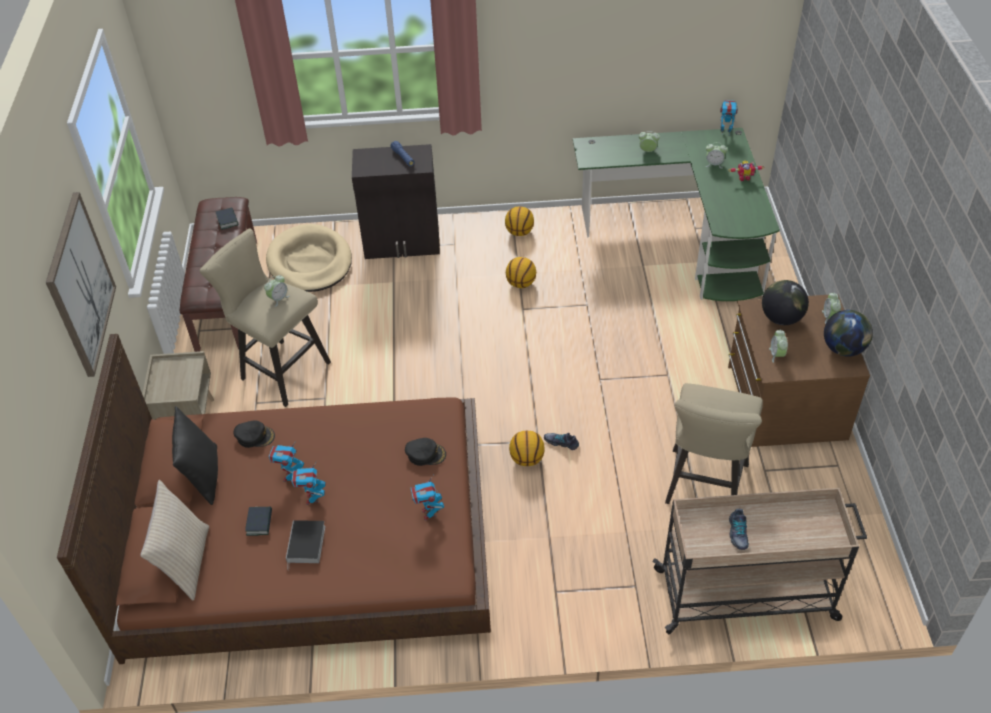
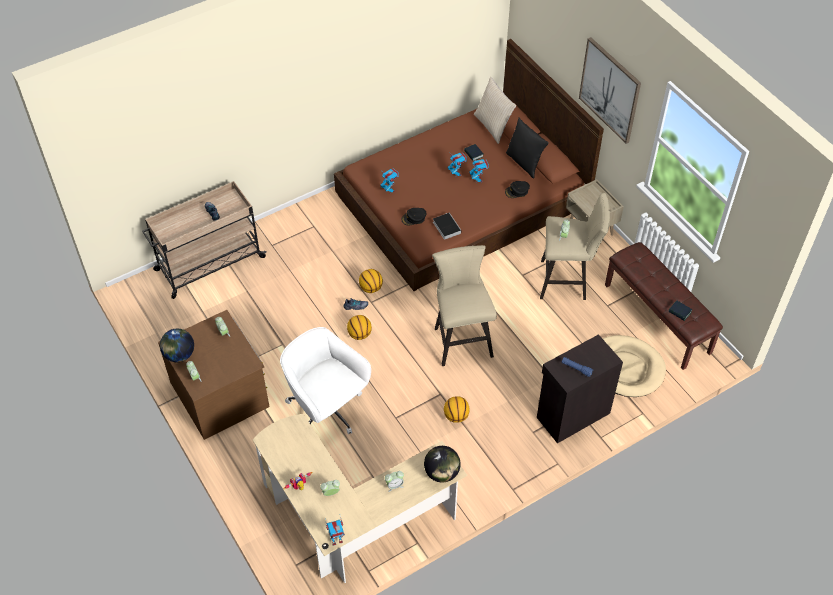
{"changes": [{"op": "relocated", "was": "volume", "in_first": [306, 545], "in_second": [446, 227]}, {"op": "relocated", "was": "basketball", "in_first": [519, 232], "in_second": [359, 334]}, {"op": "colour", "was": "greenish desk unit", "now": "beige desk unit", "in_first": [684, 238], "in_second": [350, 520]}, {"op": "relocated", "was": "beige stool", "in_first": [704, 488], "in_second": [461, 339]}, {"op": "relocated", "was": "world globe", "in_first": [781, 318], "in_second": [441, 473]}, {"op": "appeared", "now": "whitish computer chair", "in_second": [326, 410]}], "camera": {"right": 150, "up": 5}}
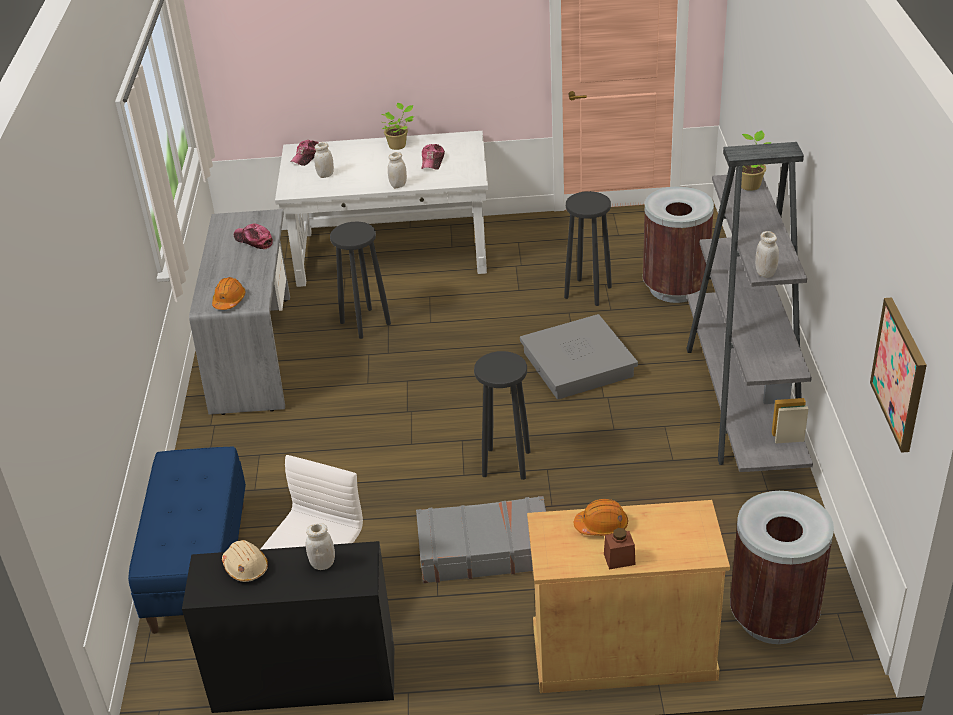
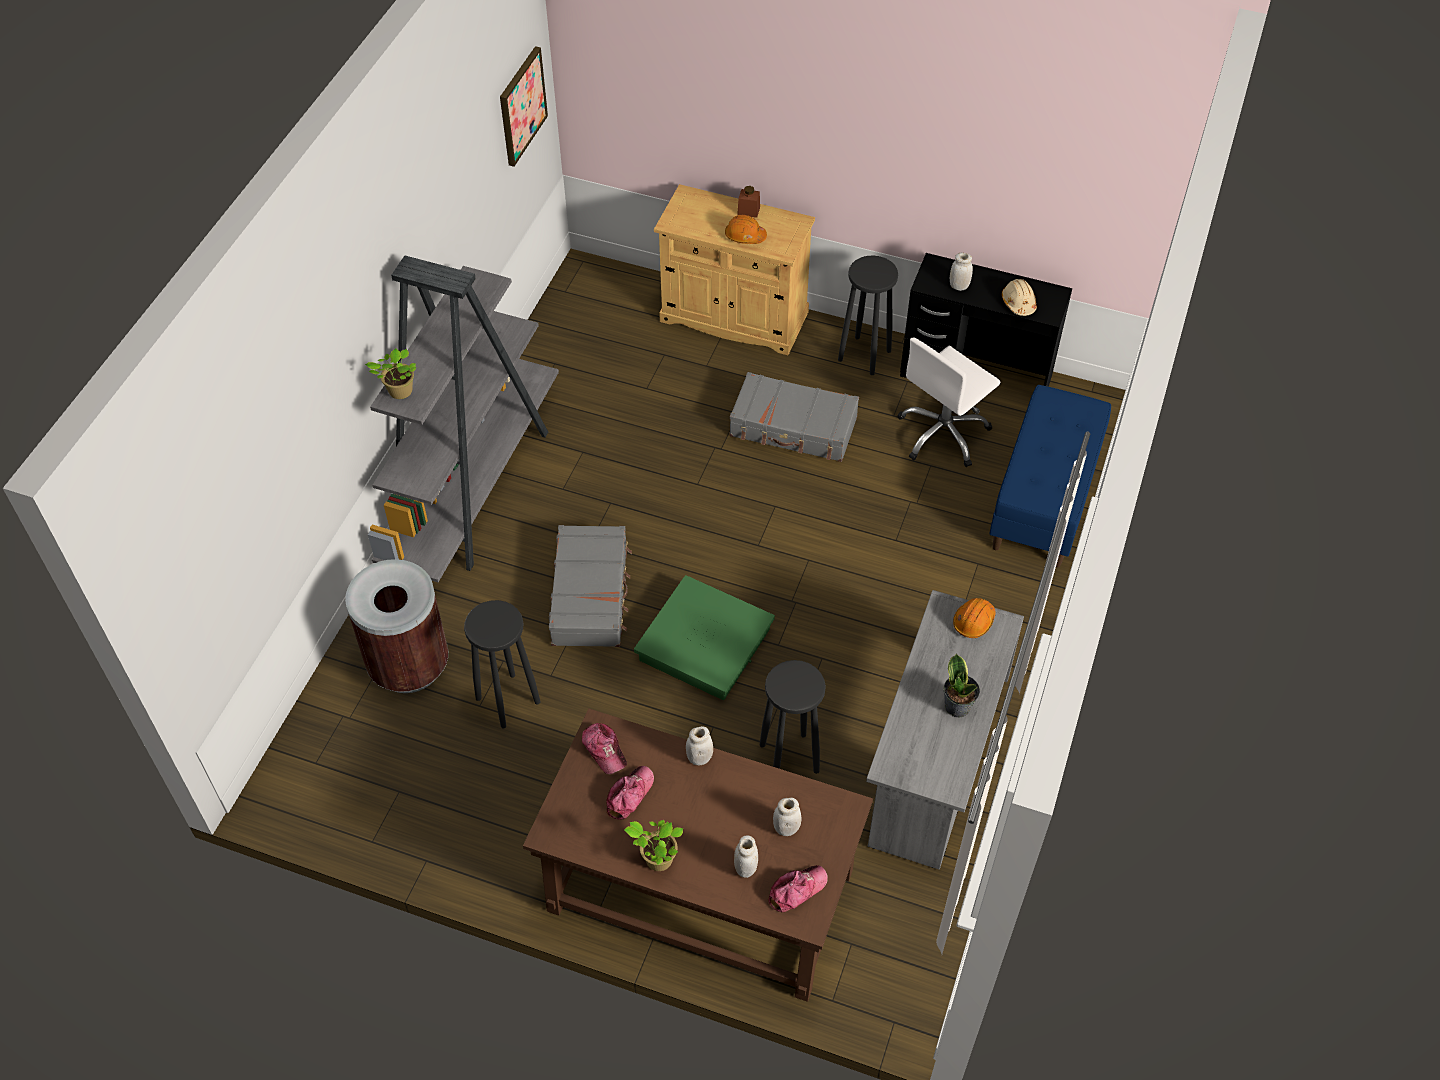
{"changes": [{"op": "relocated", "was": "peaked cap", "in_first": [254, 240], "in_second": [604, 750]}, {"op": "colour", "was": "whitish desk unit", "now": "brown-coloured desk unit", "in_first": [392, 251], "in_second": [700, 891]}, {"op": "relocated", "was": "black stool", "in_first": [505, 463], "in_second": [865, 356]}, {"op": "exchanged", "was": "greyish storage box", "now": "greyish suitcase", "in_first": [578, 364], "in_second": [591, 594]}, {"op": "missing", "was": "brown-coloured rubbish bin", "in_first": [774, 616]}, {"op": "relocated", "was": "whitish jar", "in_first": [765, 273], "in_second": [745, 868]}, {"op": "appeared", "now": "greenish storage box", "in_second": [705, 644]}, {"op": "appeared", "now": "houseplant", "in_second": [958, 706]}], "camera": {"right": -160, "up": 15}}
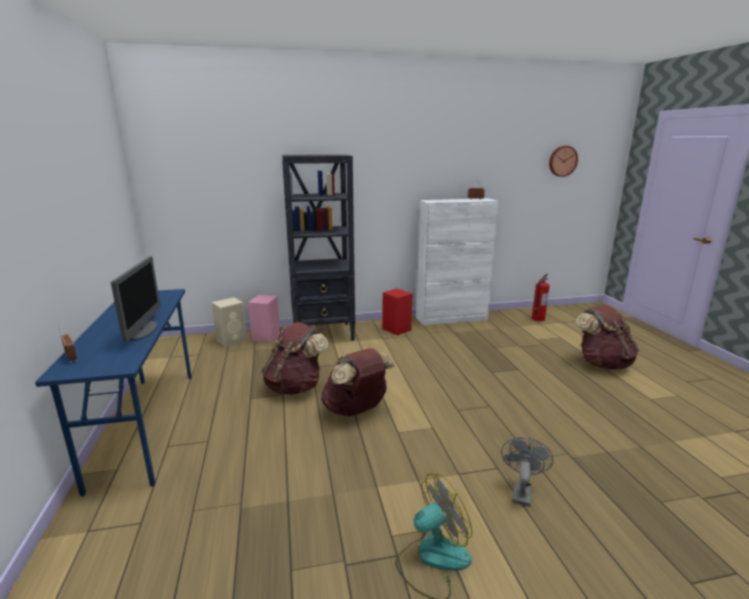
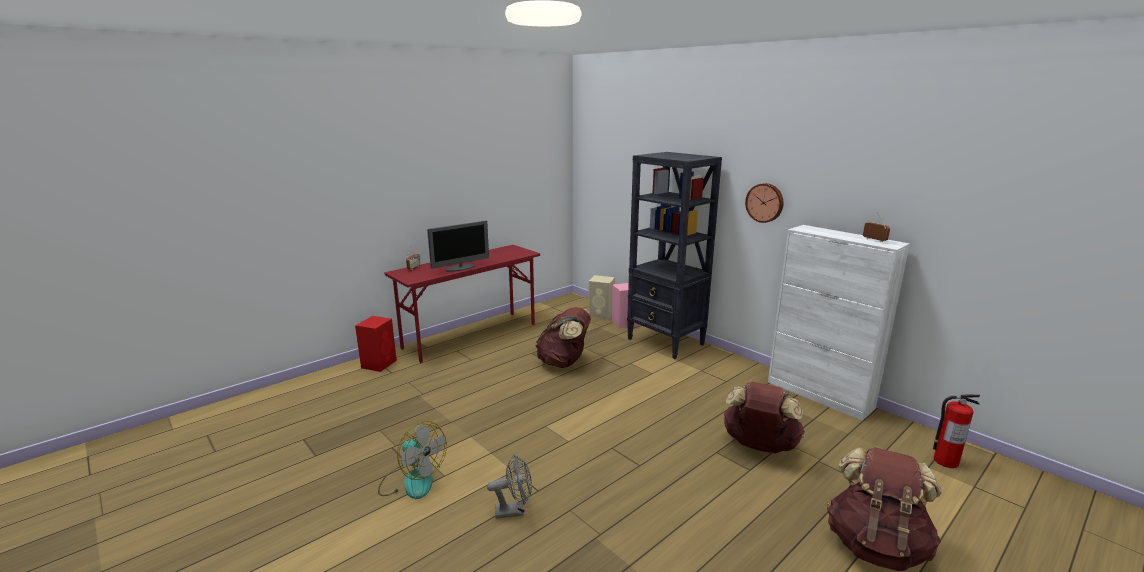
{"changes": [{"op": "colour", "was": "blue desk unit", "now": "reddish desk unit", "in_first": [146, 425], "in_second": [471, 336]}, {"op": "relocated", "was": "brown-coloured rucksack", "in_first": [356, 410], "in_second": [759, 446]}, {"op": "relocated", "was": "reddish speaker", "in_first": [396, 329], "in_second": [379, 363]}, {"op": "relocated", "was": "wall clock", "in_first": [562, 161], "in_second": [765, 202]}], "camera": {"right": 60, "up": 0}}
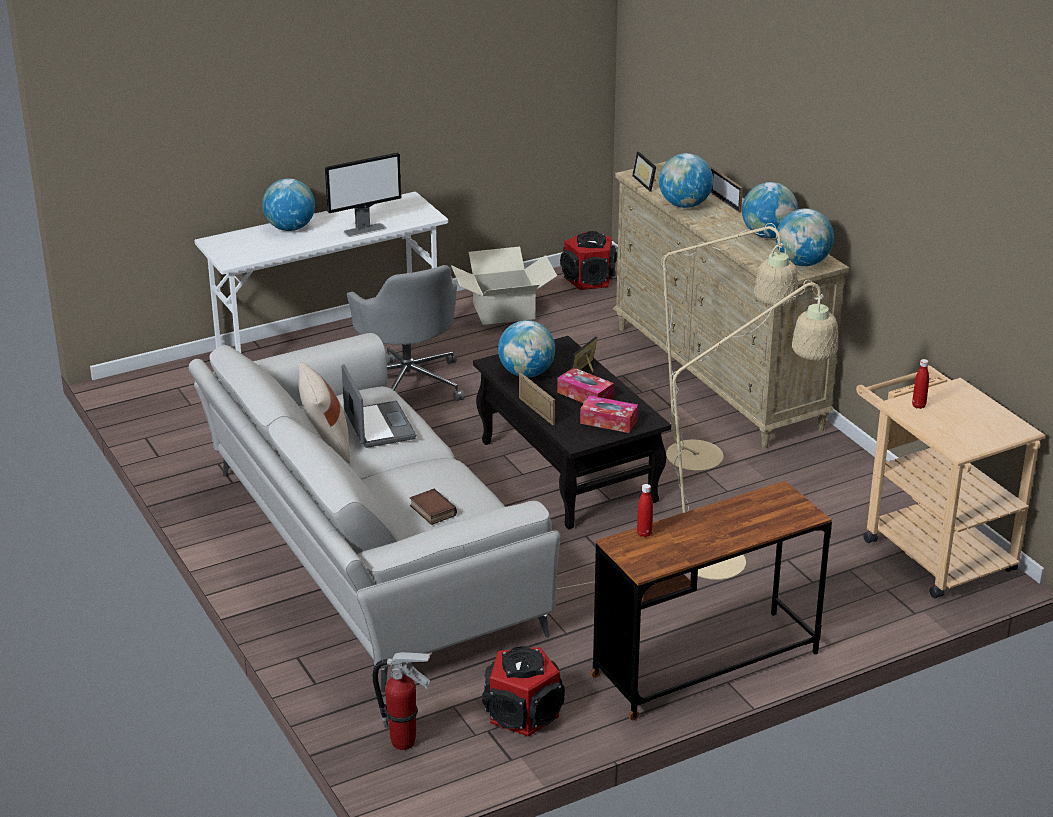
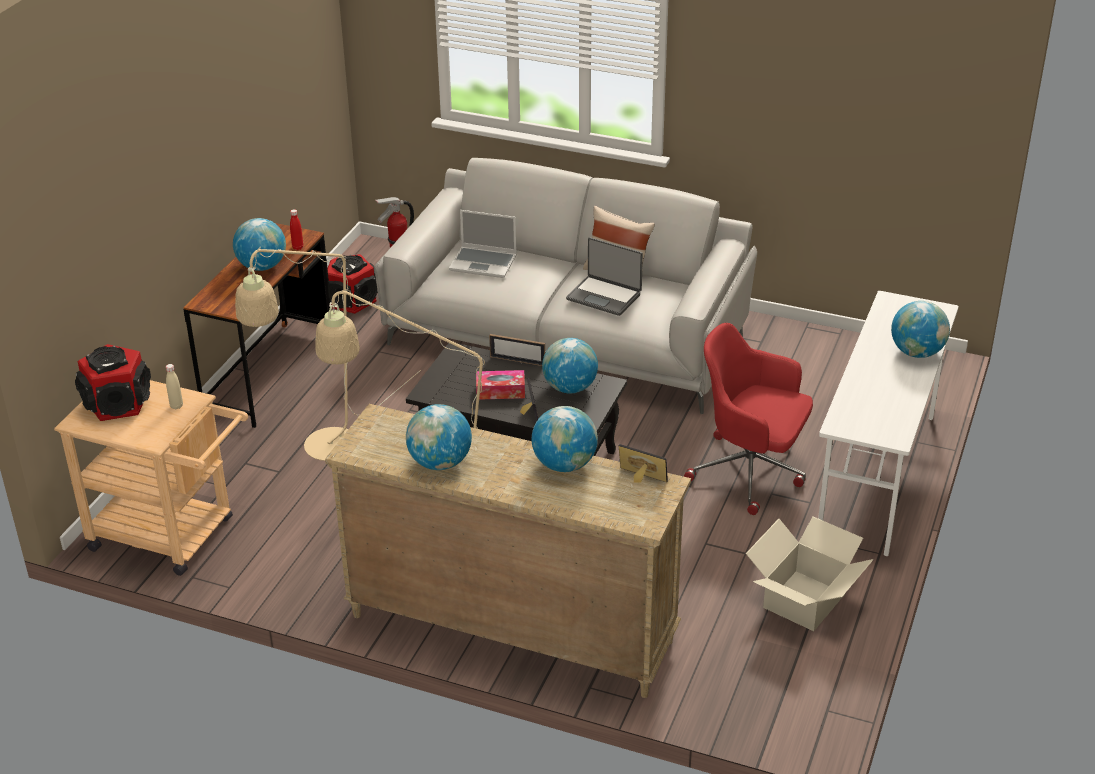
{"changes": [{"op": "missing", "was": "computer display", "in_first": [365, 230]}, {"op": "colour", "was": "greyish computer chair", "now": "reddish computer chair", "in_first": [408, 383], "in_second": [750, 472]}, {"op": "exchanged", "was": "volume", "now": "notebook computer", "in_first": [431, 510], "in_second": [484, 263]}, {"op": "relocated", "was": "speaker", "in_first": [588, 279], "in_second": [118, 404]}, {"op": "missing", "was": "tissue holder", "in_first": [608, 421]}, {"op": "missing", "was": "picture frame", "in_first": [724, 201]}, {"op": "relocated", "was": "world globe", "in_first": [802, 263], "in_second": [262, 266]}, {"op": "colour", "was": "reddish beverage bottle", "now": "beige beverage bottle", "in_first": [918, 406], "in_second": [176, 406]}], "camera": {"right": 140, "up": 5}}
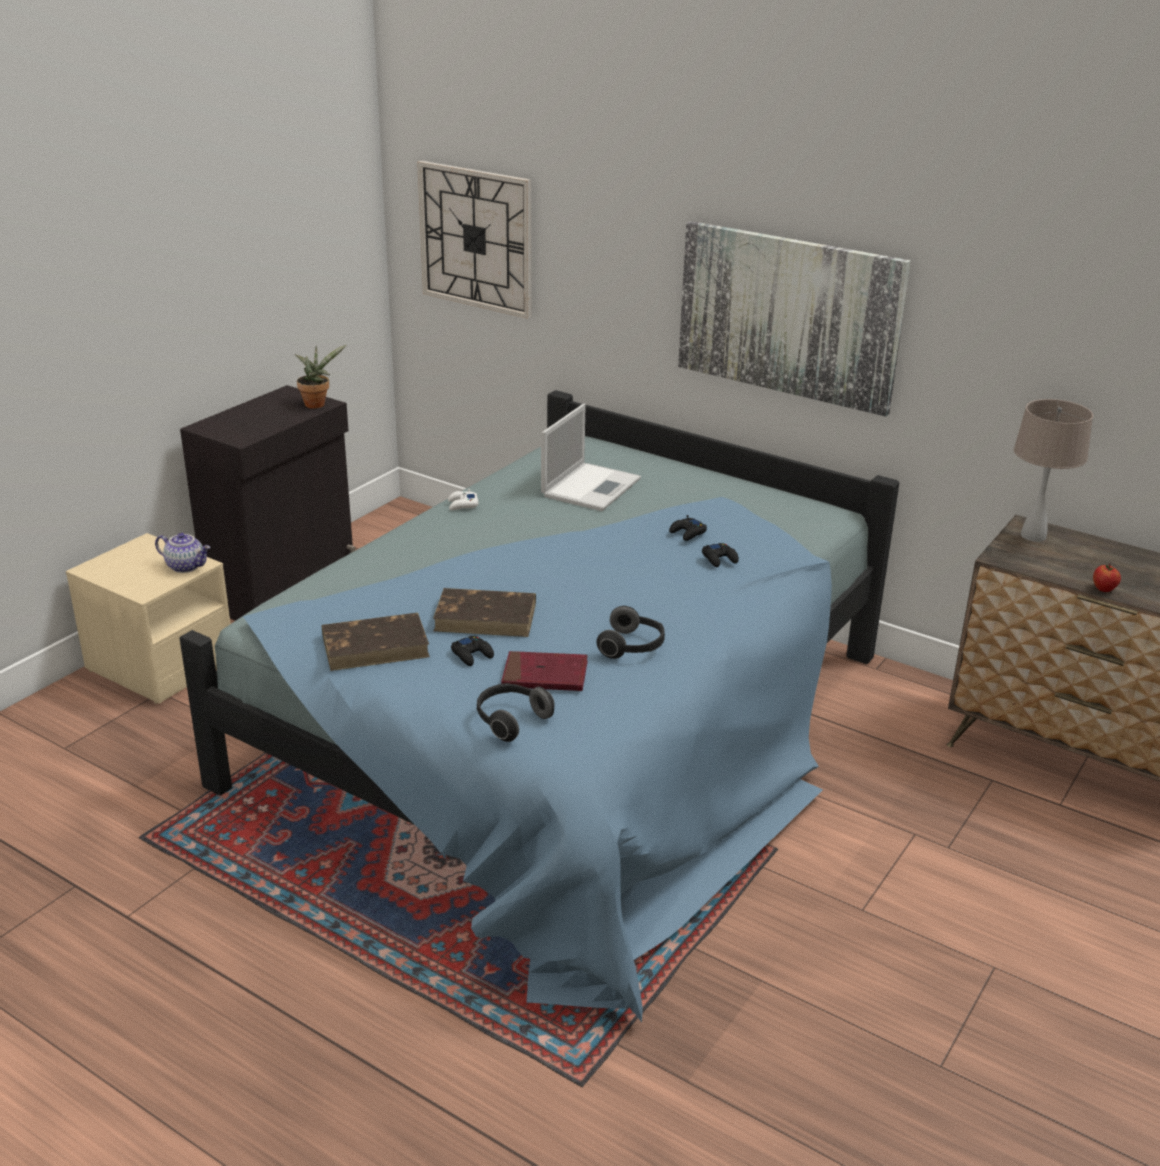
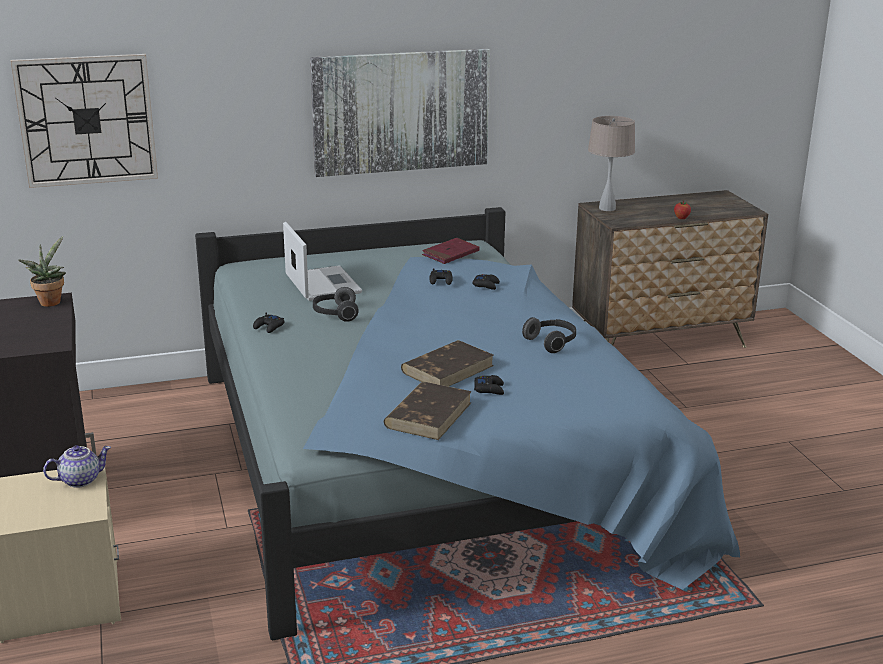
{"changes": [{"op": "colour", "was": "whitish game controller", "now": "black game controller", "in_first": [462, 505], "in_second": [269, 327]}, {"op": "relocated", "was": "headset", "in_first": [510, 721], "in_second": [335, 314]}, {"op": "relocated", "was": "reddish volume", "in_first": [545, 676], "in_second": [450, 254]}], "camera": {"right": -50, "up": -5}}
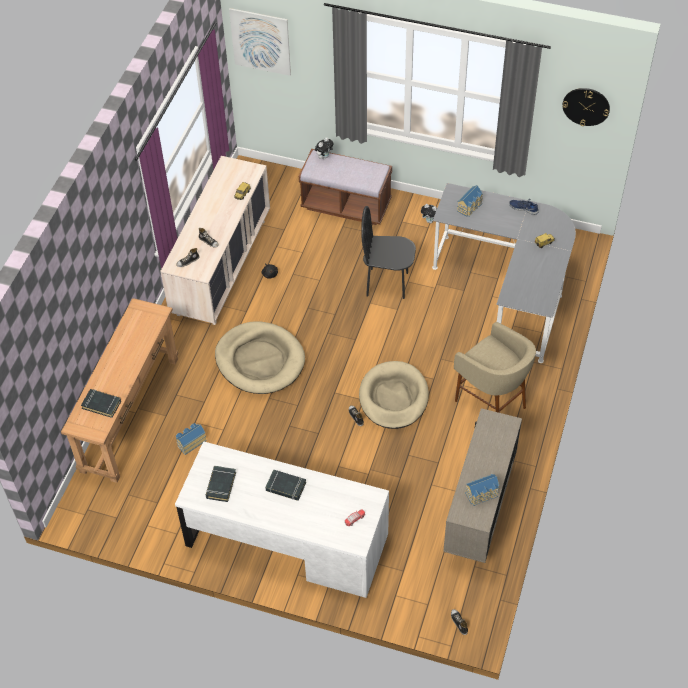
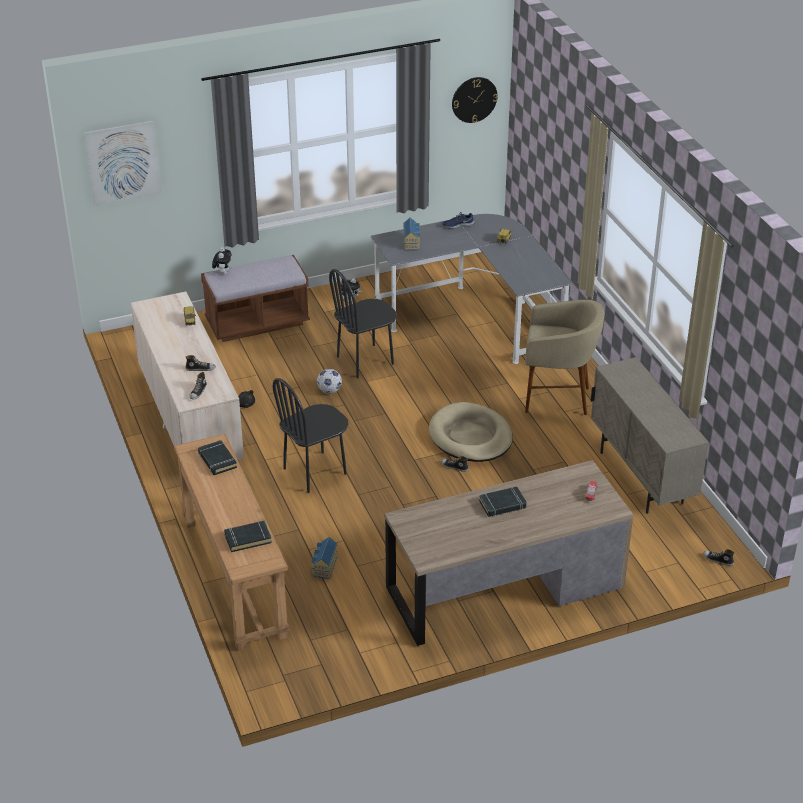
{"changes": [{"op": "colour", "was": "whitish desk unit", "now": "brown-coloured desk unit", "in_first": [286, 540], "in_second": [504, 588]}, {"op": "relocated", "was": "black volume", "in_first": [220, 485], "in_second": [217, 460]}, {"op": "exchanged", "was": "beige dog cushion", "now": "black upright chair", "in_first": [260, 360], "in_second": [315, 471]}, {"op": "missing", "was": "model house", "in_first": [482, 494]}, {"op": "appeared", "now": "football ball", "in_second": [329, 391]}], "camera": {"right": -40, "up": -15}}
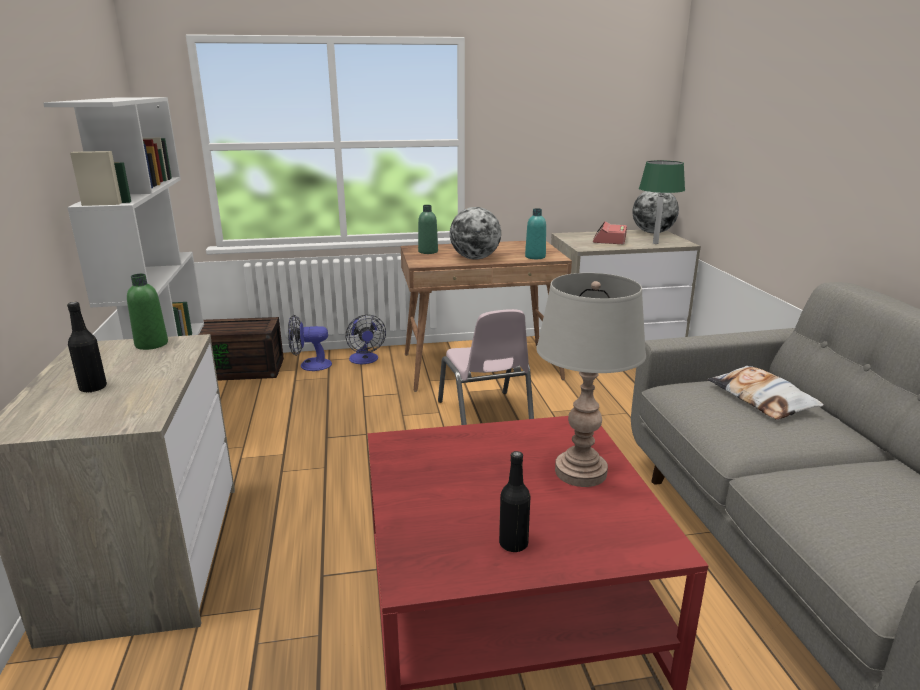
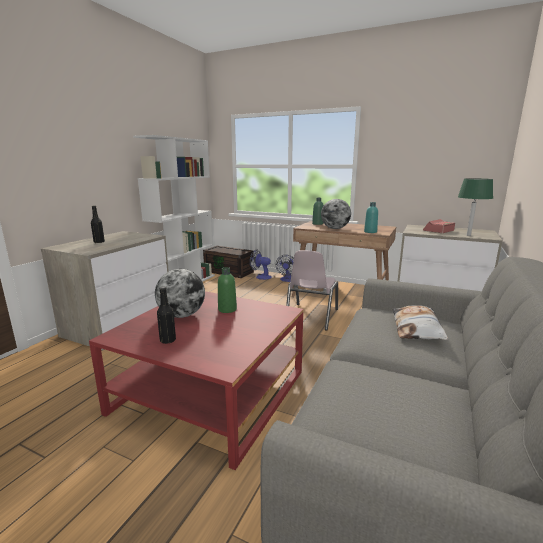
{"changes": [{"op": "relocated", "was": "greenish beverage bottle", "in_first": [151, 344], "in_second": [227, 309]}, {"op": "missing", "was": "greyish table lamp", "in_first": [580, 472]}, {"op": "relocated", "was": "world globe", "in_first": [653, 233], "in_second": [182, 315]}], "camera": {"right": 35, "up": -5}}
